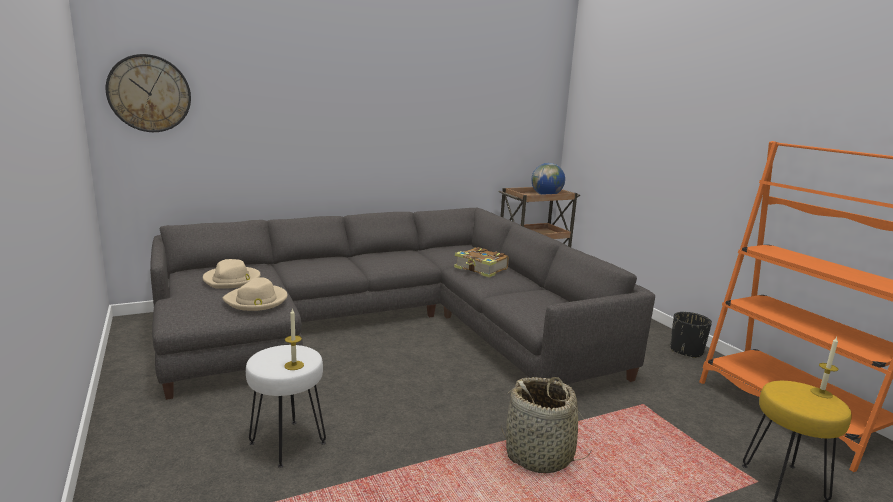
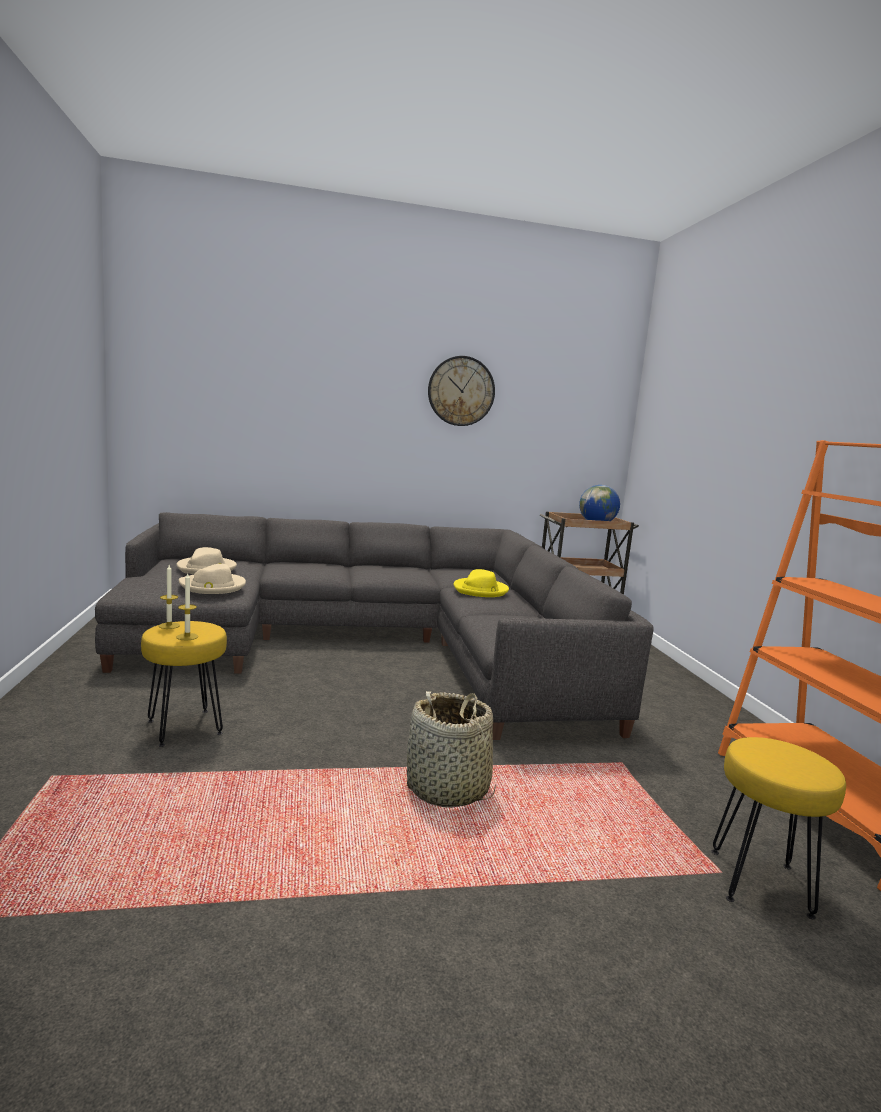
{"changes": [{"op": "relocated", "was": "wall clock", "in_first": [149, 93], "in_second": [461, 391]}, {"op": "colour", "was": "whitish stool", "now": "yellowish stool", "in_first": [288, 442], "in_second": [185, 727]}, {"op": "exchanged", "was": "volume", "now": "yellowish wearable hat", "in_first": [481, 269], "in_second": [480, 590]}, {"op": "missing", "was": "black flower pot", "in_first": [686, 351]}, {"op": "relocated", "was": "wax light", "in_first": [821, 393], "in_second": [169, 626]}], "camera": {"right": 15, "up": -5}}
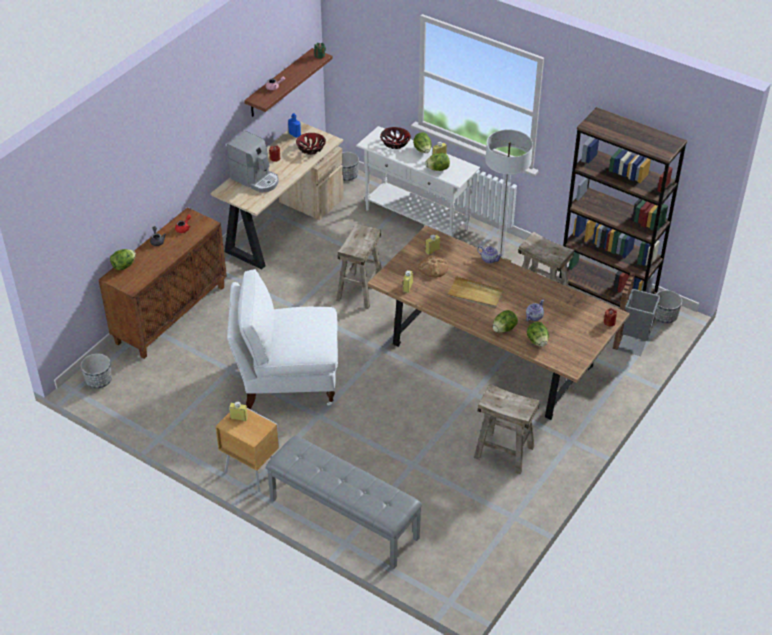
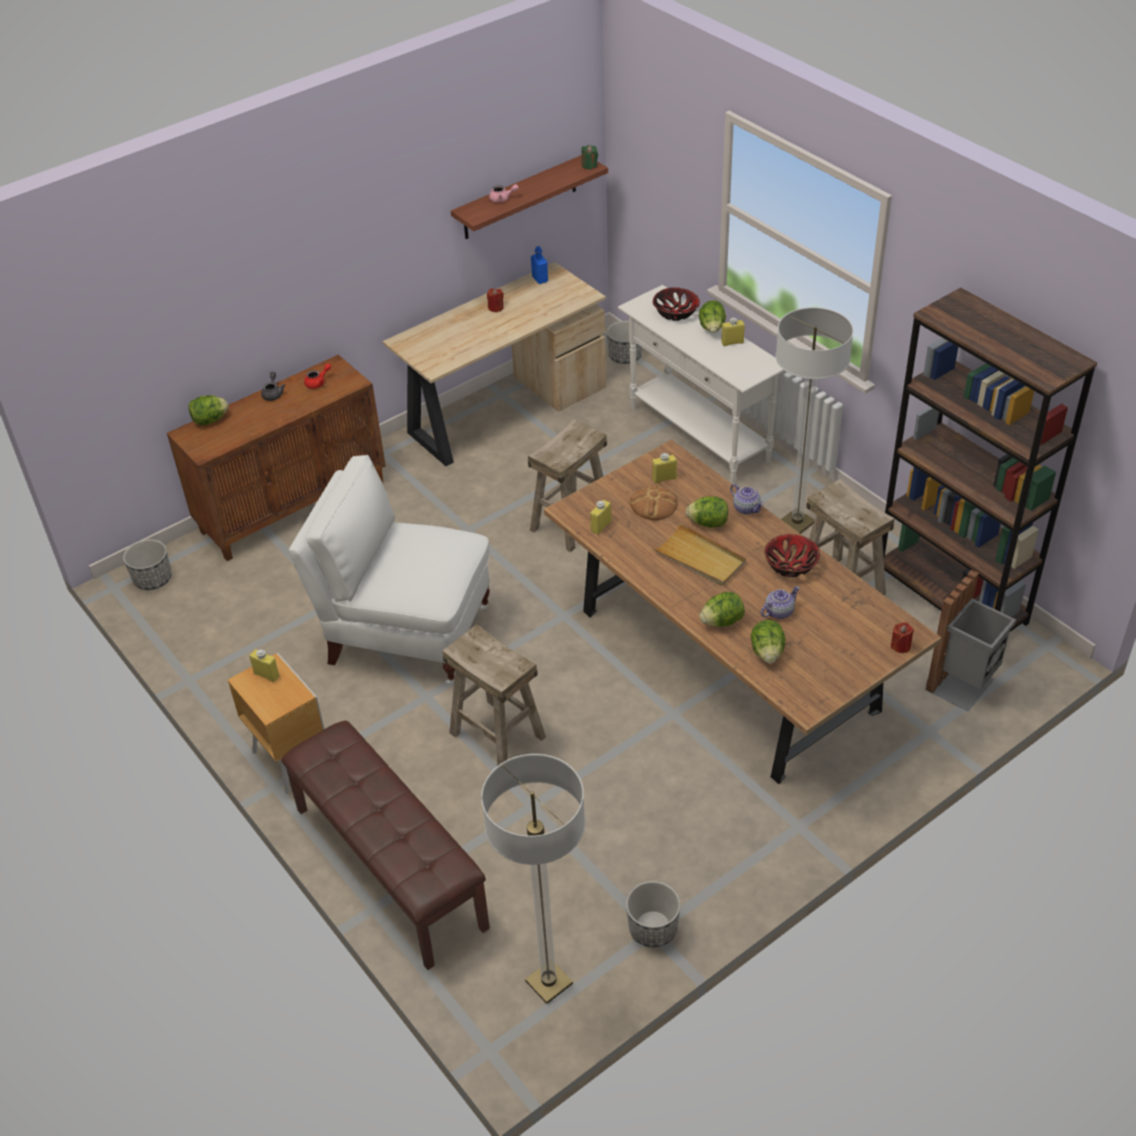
{"changes": [{"op": "missing", "was": "coffee machine", "in_first": [256, 179]}, {"op": "colour", "was": "greyish bench", "now": "brown-coloured bench", "in_first": [343, 519], "in_second": [388, 867]}, {"op": "relocated", "was": "serving bowl", "in_first": [310, 149], "in_second": [790, 565]}, {"op": "relocated", "was": "lettuce", "in_first": [438, 169], "in_second": [708, 523]}, {"op": "relocated", "was": "beige stool", "in_first": [503, 452], "in_second": [496, 735]}, {"op": "relocated", "was": "flower pot", "in_first": [664, 316], "in_second": [653, 929]}, {"op": "appeared", "now": "standard lamp", "in_second": [549, 982]}], "camera": {"right": 20, "up": 0}}
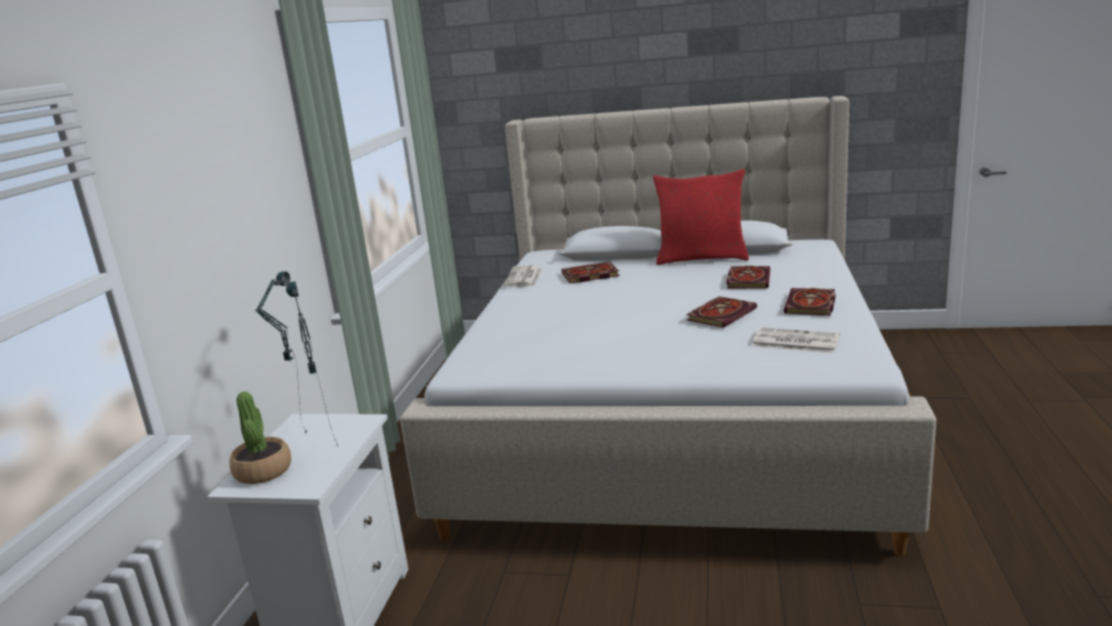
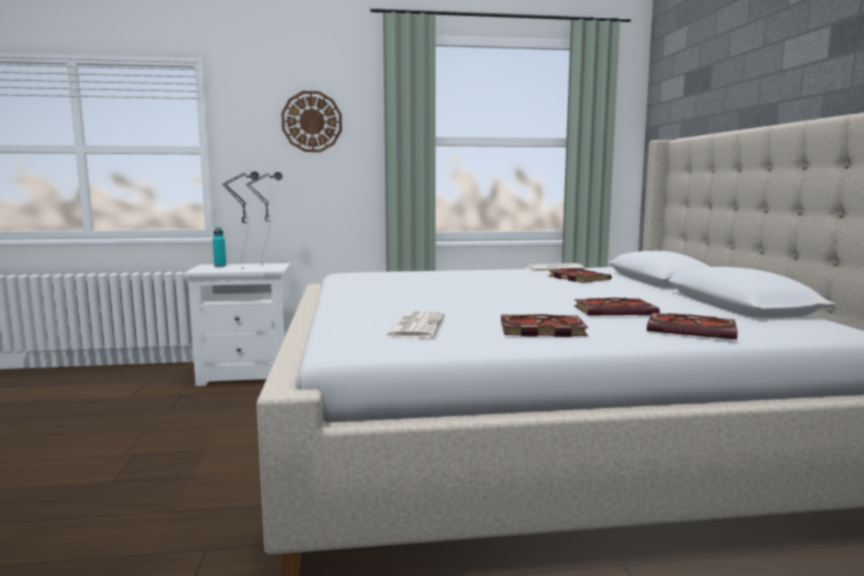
{"changes": [{"op": "exchanged", "was": "houseplant", "now": "blue-green beverage bottle", "in_first": [263, 471], "in_second": [220, 266]}, {"op": "missing", "was": "reddish throw pillow", "in_first": [701, 258]}, {"op": "relocated", "was": "volume", "in_first": [721, 314], "in_second": [693, 330]}, {"op": "appeared", "now": "wall clock", "in_second": [312, 121]}], "camera": {"right": 70, "up": -10}}
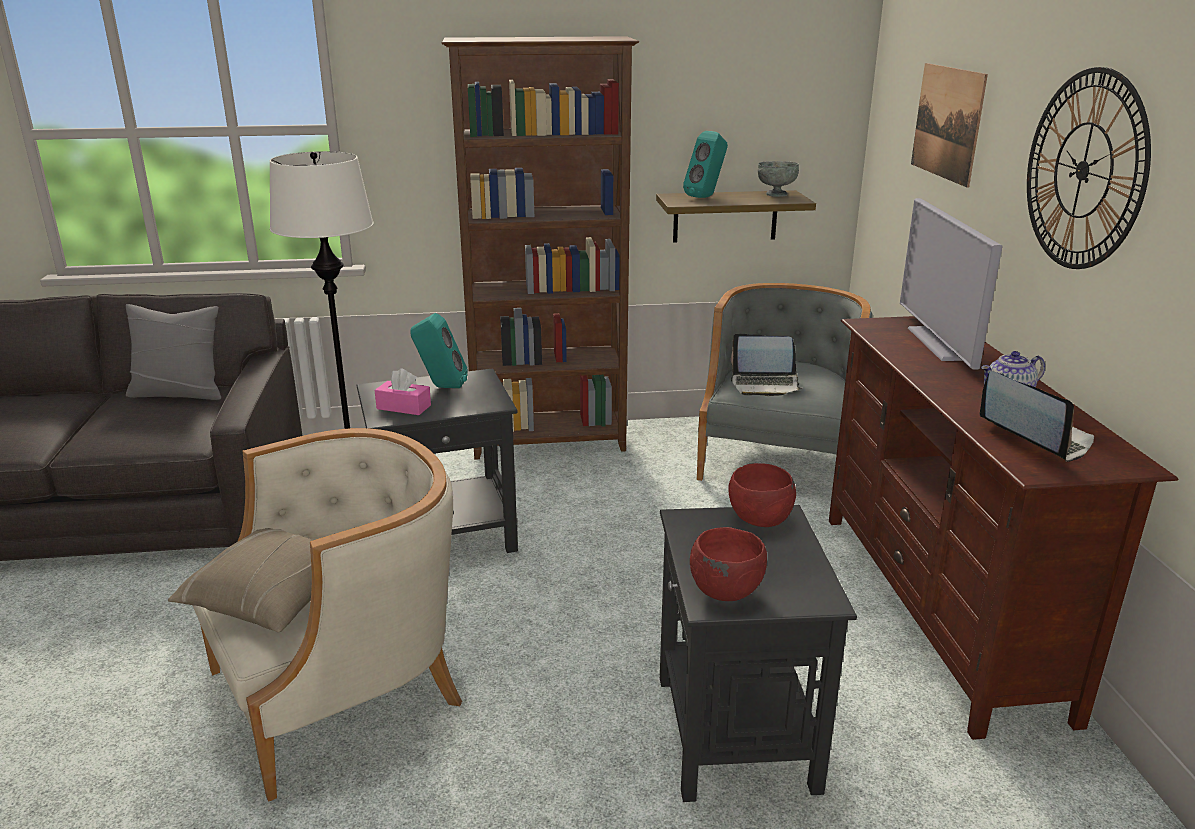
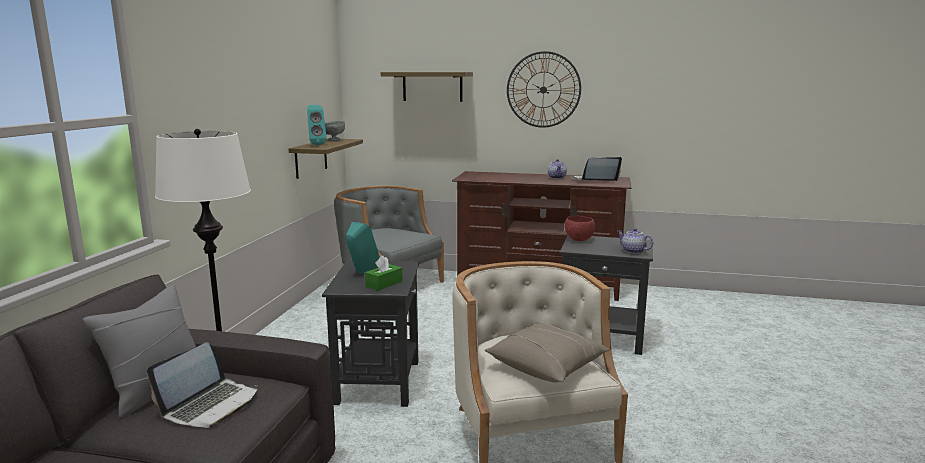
{"changes": [{"op": "colour", "was": "pink tissue holder", "now": "greenish tissue holder", "in_first": [403, 407], "in_second": [384, 284]}, {"op": "missing", "was": "brown-coloured bookcase", "in_first": [550, 442]}, {"op": "exchanged", "was": "reddish serving bowl", "now": "tea pot", "in_first": [725, 591], "in_second": [633, 251]}, {"op": "relocated", "was": "notebook computer", "in_first": [765, 384], "in_second": [210, 405]}, {"op": "missing", "was": "TV set", "in_first": [940, 343]}, {"op": "exchanged", "was": "wall art", "now": "shelf", "in_first": [947, 122], "in_second": [432, 86]}], "camera": {"right": -70, "up": -10}}
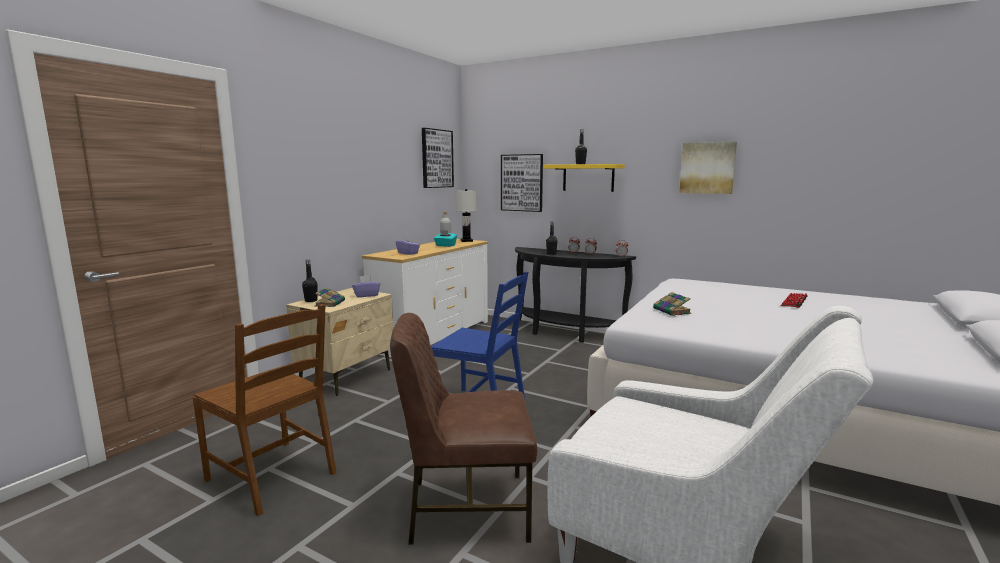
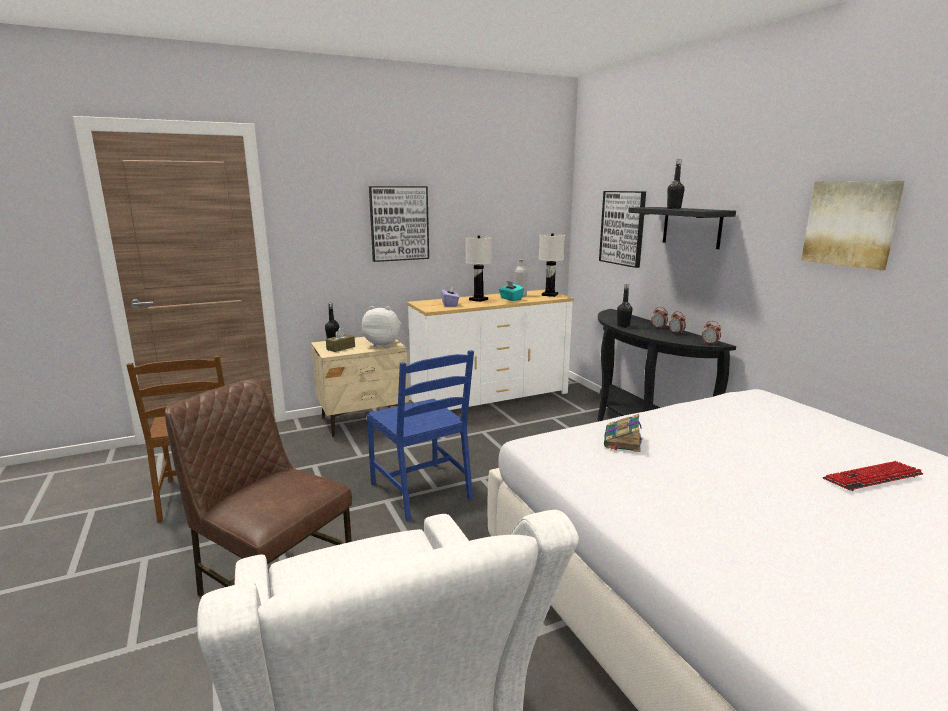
{"changes": [{"op": "exchanged", "was": "volume", "now": "brown-coloured tissue holder", "in_first": [330, 303], "in_second": [340, 348]}, {"op": "exchanged", "was": "purplish tissue holder", "now": "soft toy", "in_first": [366, 295], "in_second": [383, 345]}, {"op": "relocated", "was": "wall art", "in_first": [436, 158], "in_second": [399, 223]}, {"op": "colour", "was": "yellowish shelf", "now": "black shelf", "in_first": [588, 178], "in_second": [691, 227]}, {"op": "appeared", "now": "whitish table lamp", "in_second": [478, 300]}], "camera": {"right": 35, "up": 5}}
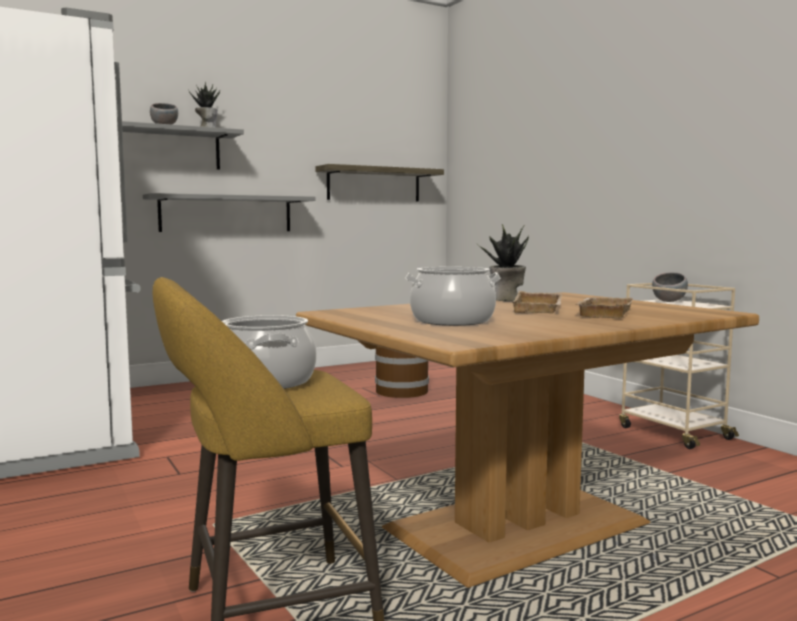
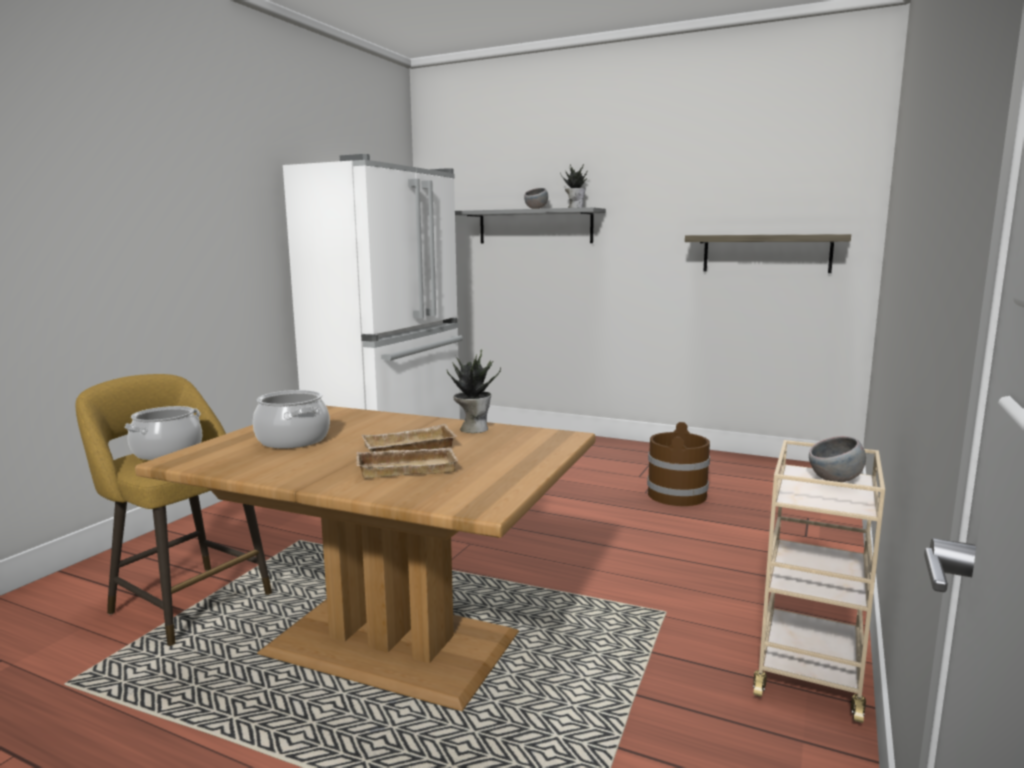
{"changes": [{"op": "missing", "was": "greyish shelf", "in_first": [226, 214]}], "camera": {"right": 55, "up": 5}}
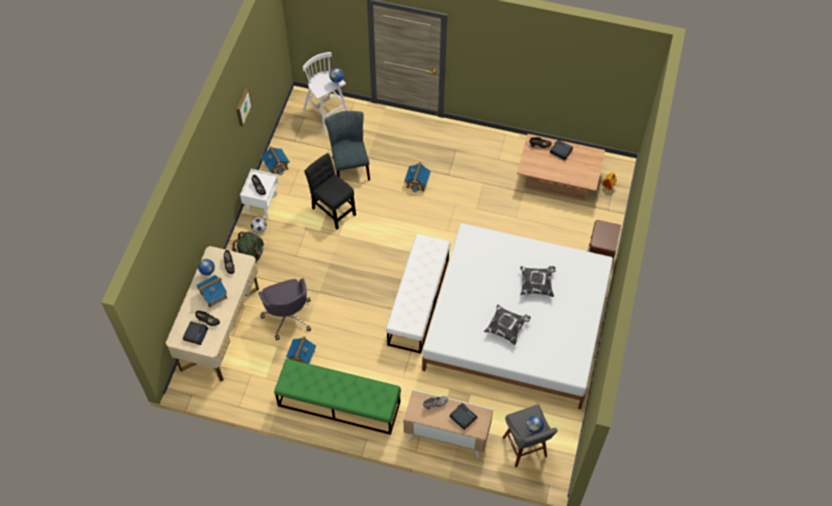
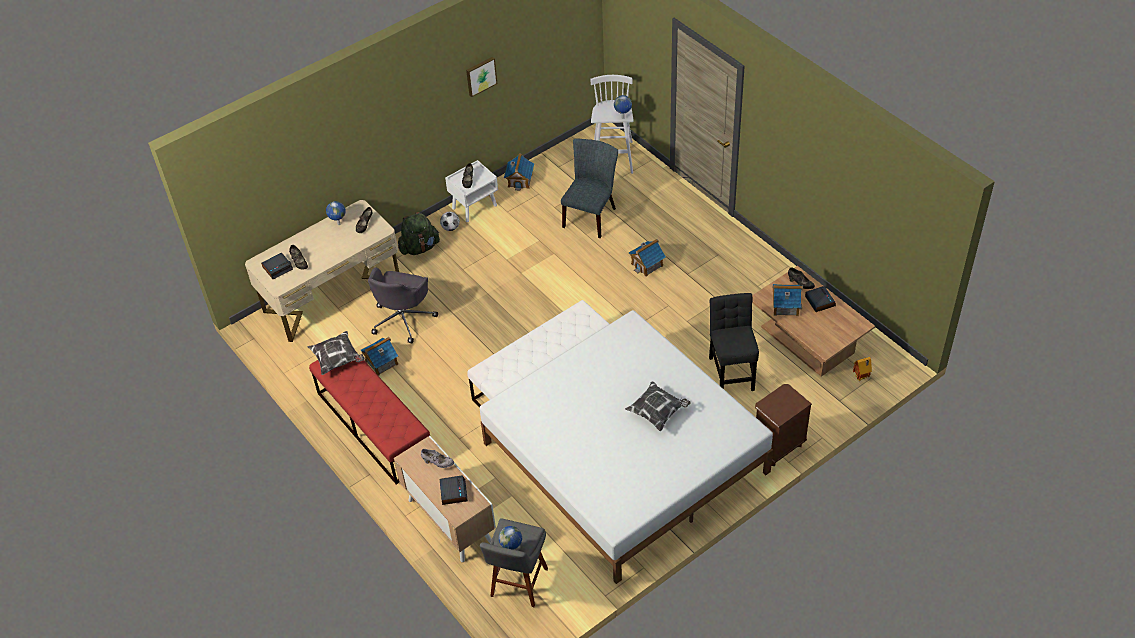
{"changes": [{"op": "relocated", "was": "model house", "in_first": [213, 295], "in_second": [785, 306]}, {"op": "colour", "was": "greenish bench", "now": "reddish bench", "in_first": [338, 404], "in_second": [374, 426]}, {"op": "relocated", "was": "black upright chair", "in_first": [332, 209], "in_second": [731, 371]}, {"op": "relocated", "was": "throw pillow", "in_first": [506, 328], "in_second": [338, 359]}], "camera": {"right": 40, "up": -10}}
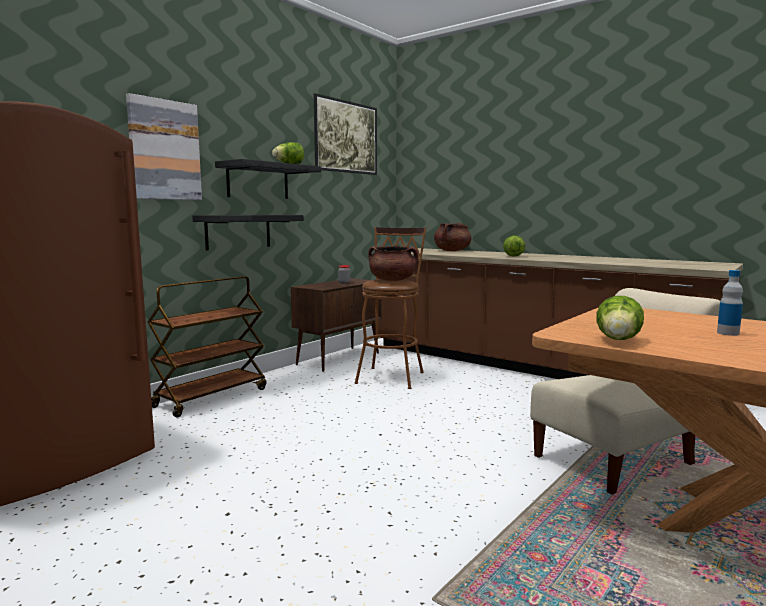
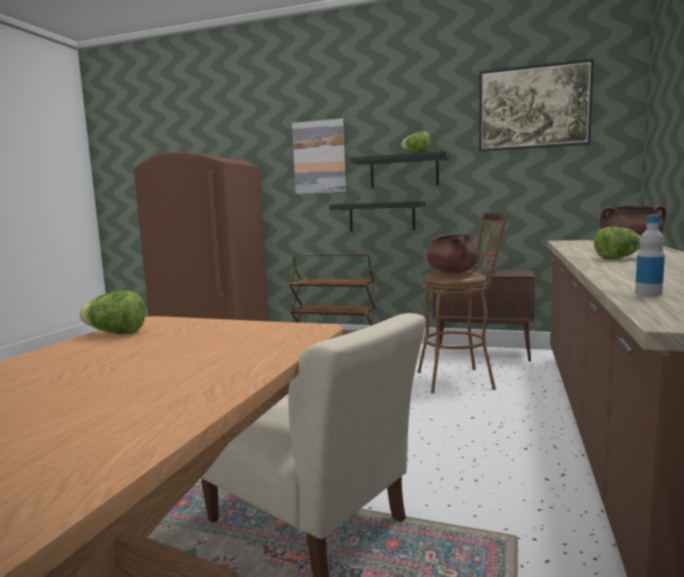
{"changes": [{"op": "relocated", "was": "beverage bottle", "in_first": [728, 333], "in_second": [648, 293]}], "camera": {"right": 70, "up": 0}}
